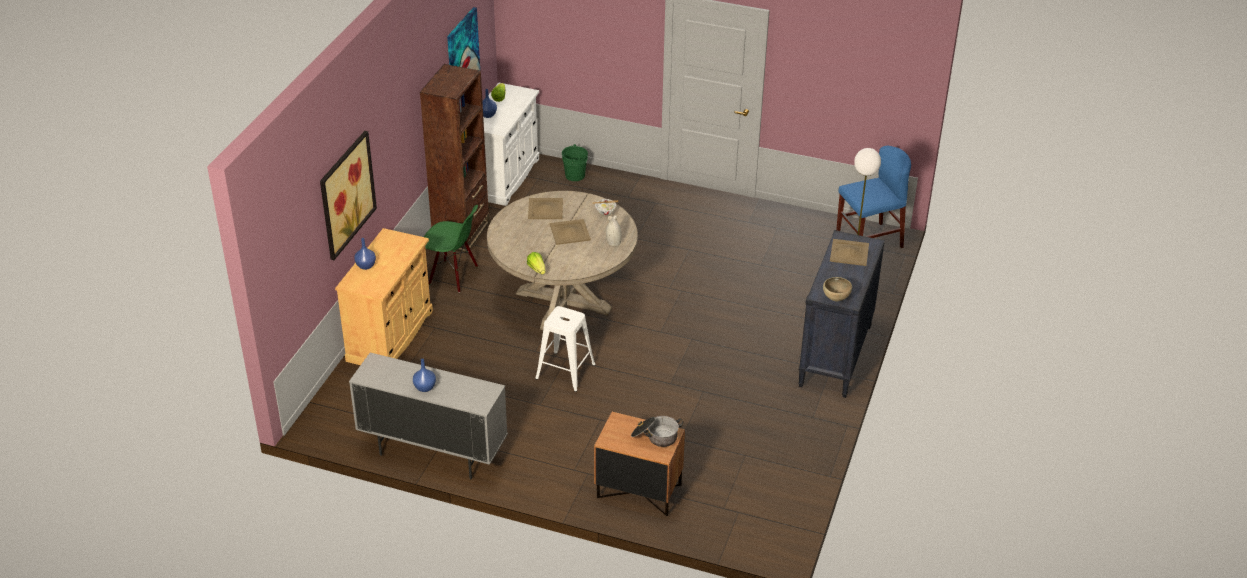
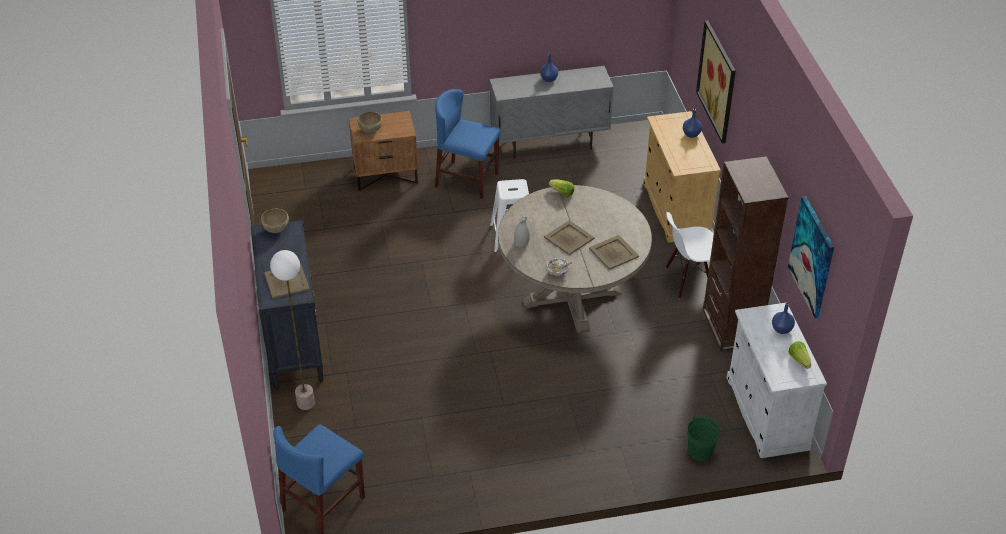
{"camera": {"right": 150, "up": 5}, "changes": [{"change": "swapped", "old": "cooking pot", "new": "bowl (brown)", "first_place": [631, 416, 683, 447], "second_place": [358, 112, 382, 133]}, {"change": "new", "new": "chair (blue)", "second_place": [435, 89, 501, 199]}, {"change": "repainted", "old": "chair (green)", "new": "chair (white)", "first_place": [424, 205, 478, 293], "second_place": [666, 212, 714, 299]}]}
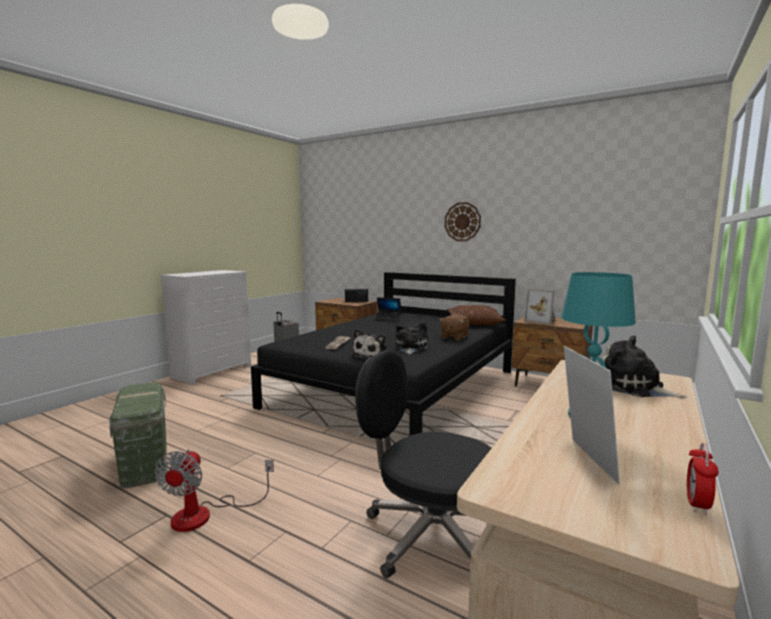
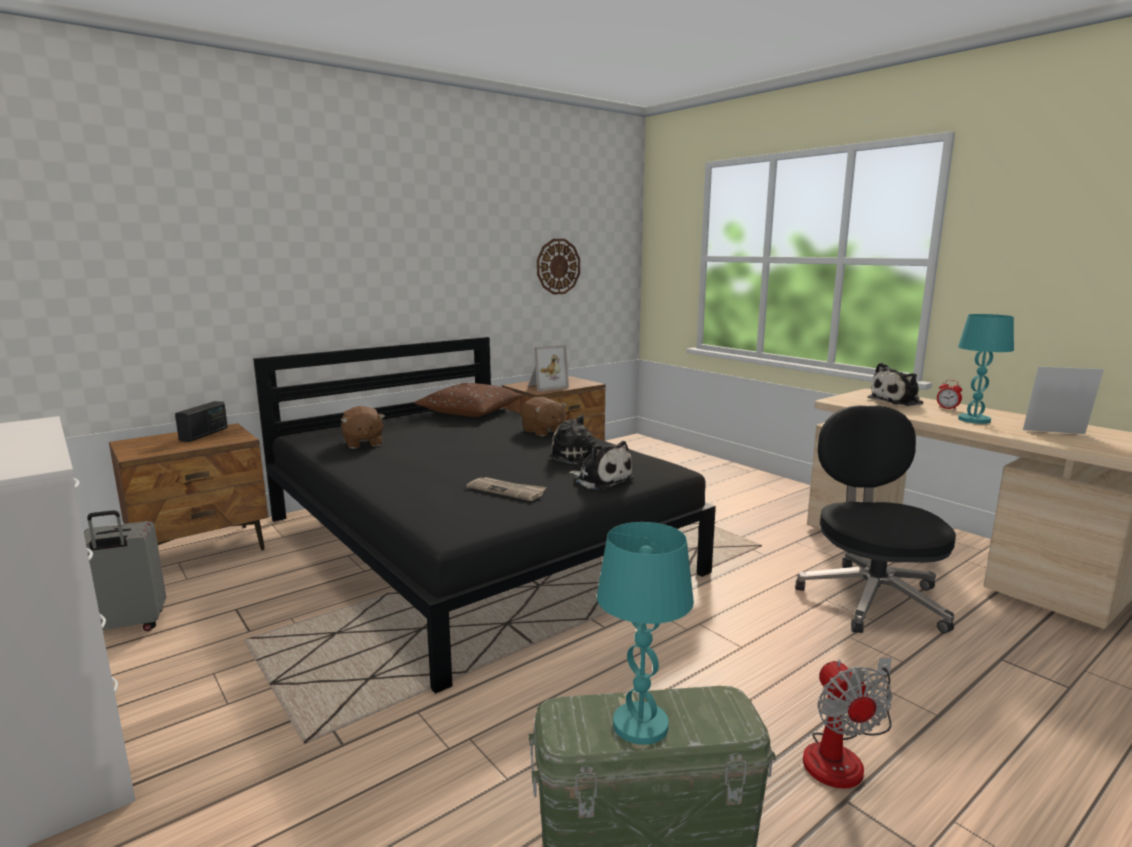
{"camera": {"right": -70, "up": 5}, "changes": [{"change": "swapped", "old": "laptop", "new": "plush toy (brown)", "first_place": [373, 297, 402, 321], "second_place": [341, 406, 385, 449]}, {"change": "shifted", "old": "wall clock", "first_place": [445, 202, 481, 241], "second_place": [537, 239, 580, 295]}, {"change": "new", "new": "table lamp (turquoise)", "second_place": [597, 522, 694, 745]}, {"change": "rotated", "old": "office chair (black)", "first_place": [355, 350, 491, 579], "second_place": [795, 405, 956, 633], "degrees": 135}, {"change": "rotated", "old": "fan", "first_place": [155, 449, 274, 532], "second_place": [803, 657, 892, 789], "degrees": 60}, {"change": "shifted", "old": "alarm clock", "first_place": [687, 443, 719, 515], "second_place": [937, 380, 962, 410]}]}
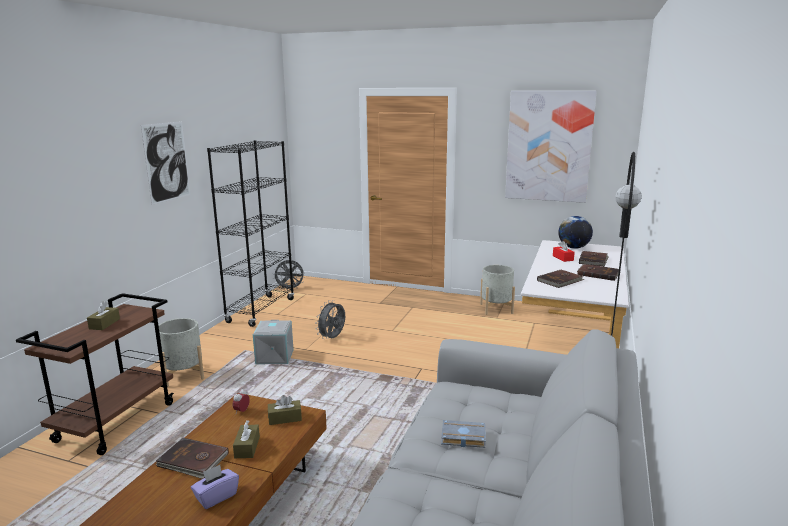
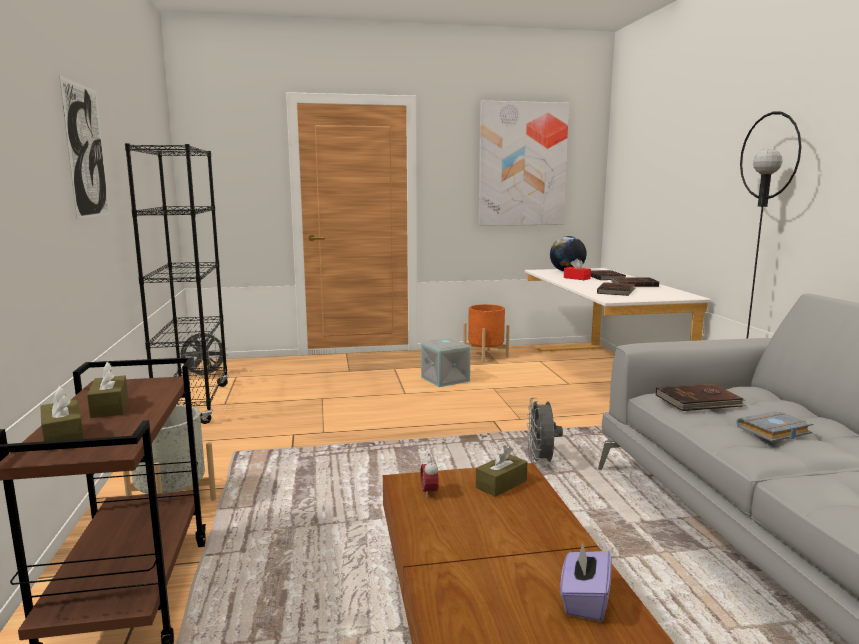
{"camera": {"right": -30, "up": -5}, "changes": [{"change": "shifted", "old": "tissue box (brown)", "first_place": [233, 420, 260, 458], "second_place": [40, 386, 84, 451]}, {"change": "shifted", "old": "storage box (grey)", "first_place": [253, 320, 294, 364], "second_place": [421, 338, 471, 387]}, {"change": "repainted", "old": "planter (grey)", "new": "planter (orange)", "first_place": [480, 265, 515, 315], "second_place": [463, 304, 510, 362]}, {"change": "shifted", "old": "fan (grey)", "first_place": [315, 300, 345, 339], "second_place": [527, 397, 563, 466]}, {"change": "shifted", "old": "book (brown)", "first_place": [156, 438, 229, 479], "second_place": [656, 383, 747, 411]}]}
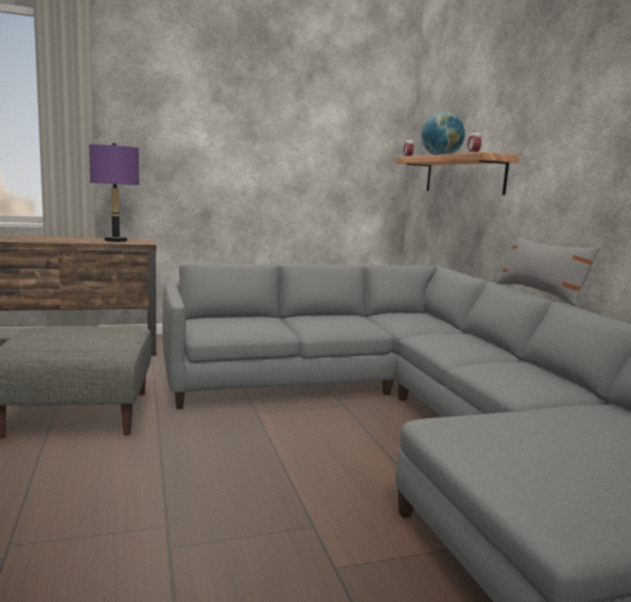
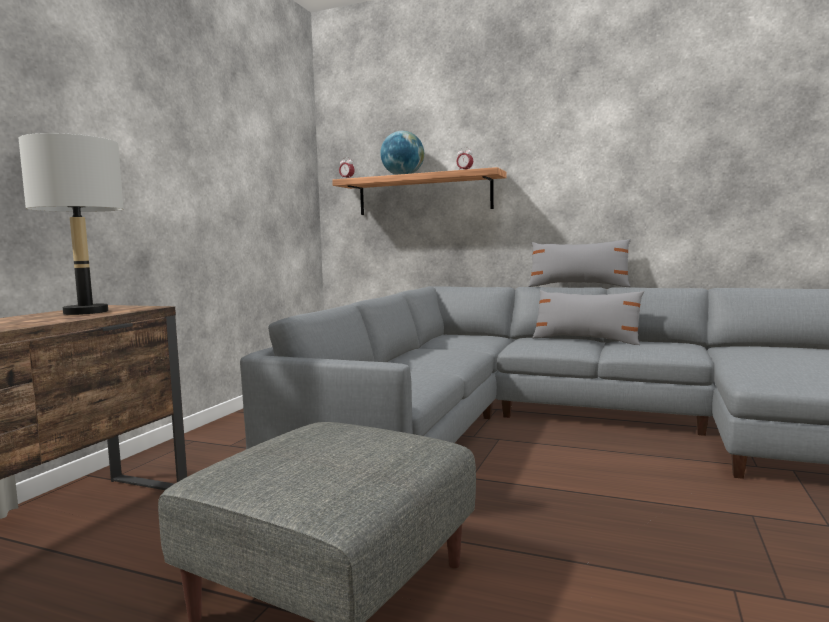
{"camera": {"right": -50, "up": -5}, "changes": [{"change": "repainted", "old": "table lamp (purple)", "new": "table lamp (grey)", "first_place": [89, 143, 139, 242], "second_place": [19, 133, 124, 315]}, {"change": "new", "new": "pillow (grey)", "second_place": [532, 290, 644, 345]}]}
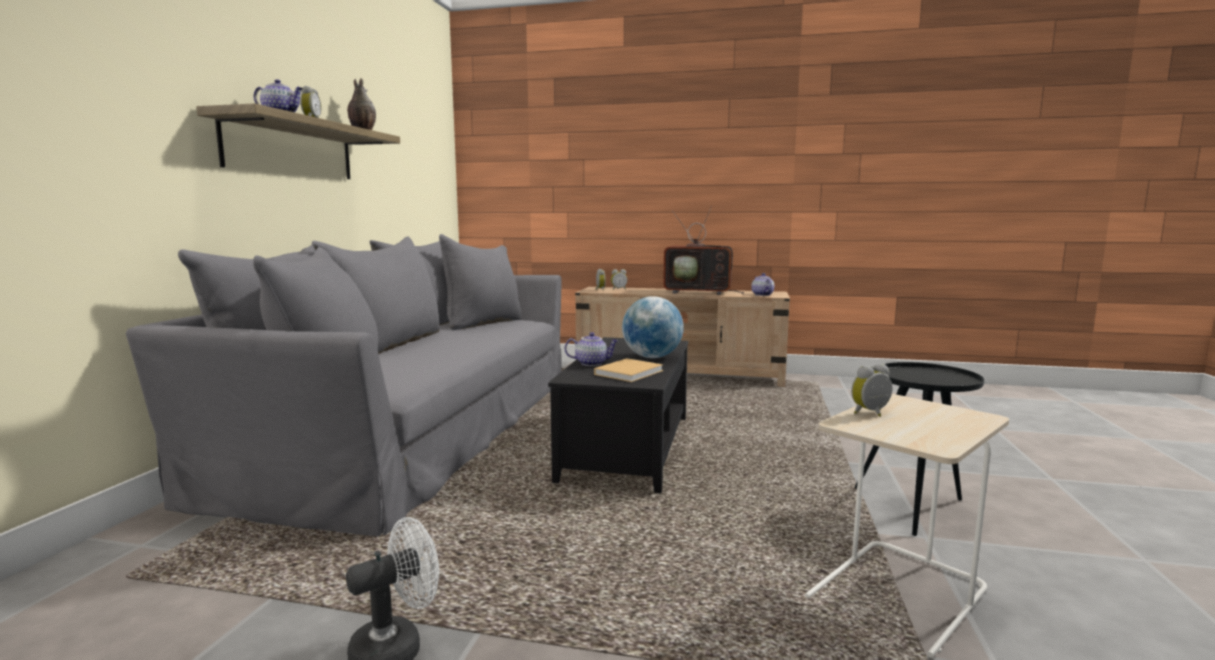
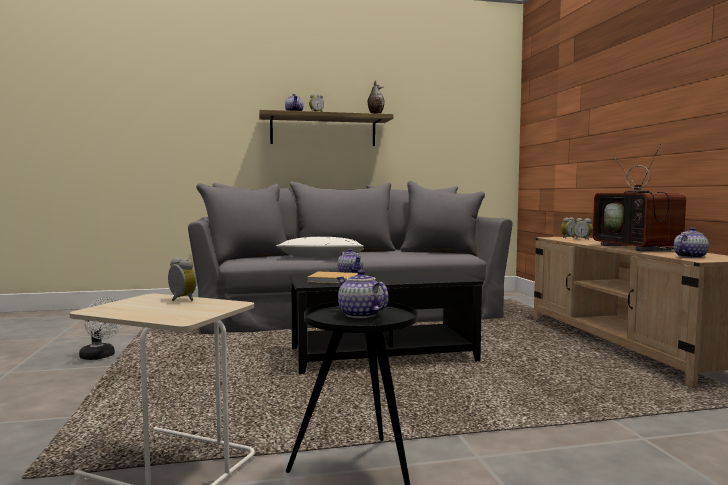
{"camera": {"right": 65, "up": -5}, "changes": [{"change": "new", "new": "pillow (white)", "second_place": [276, 237, 364, 258]}, {"change": "new", "new": "teapot", "second_place": [336, 270, 389, 318]}, {"change": "gone", "old": "globe", "first_place": [622, 296, 684, 358]}]}
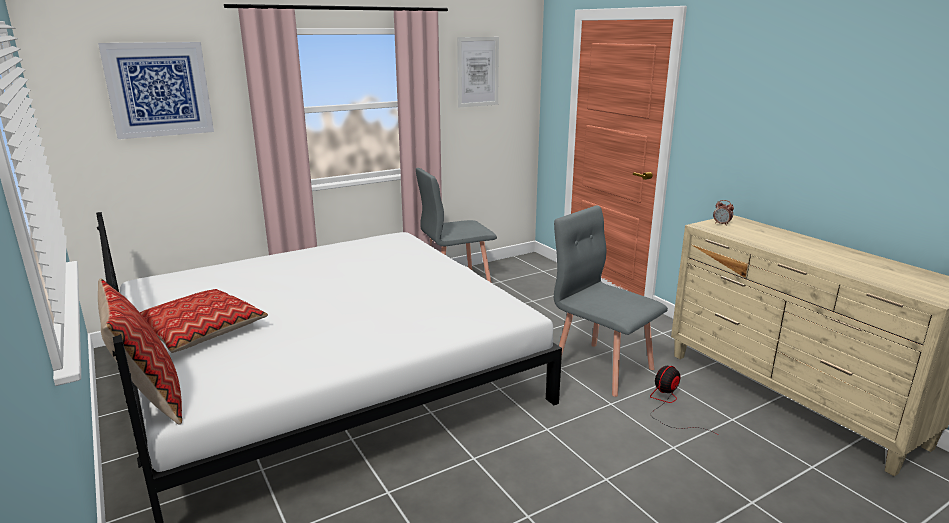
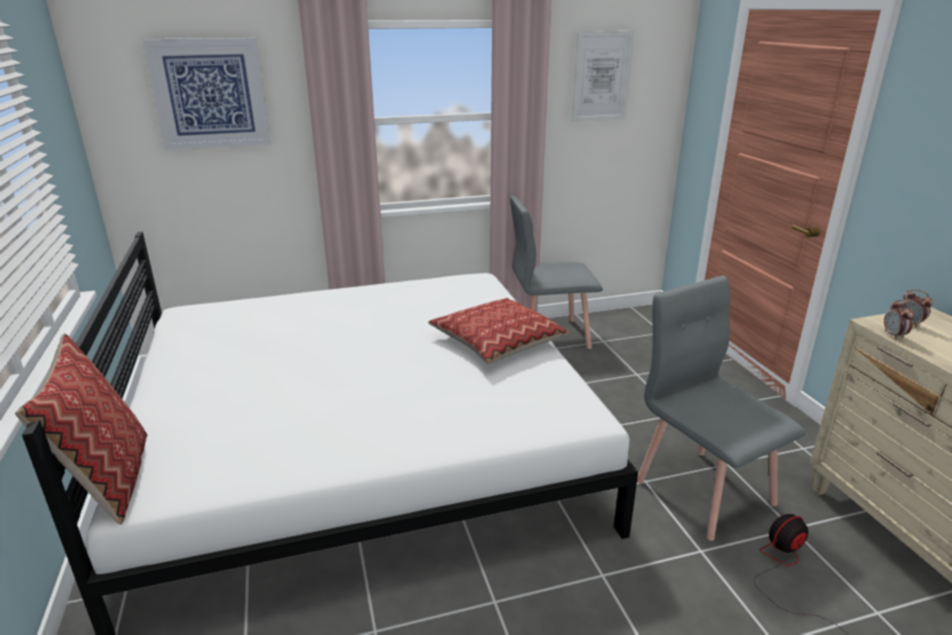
{"camera": {"right": 15, "up": 5}, "changes": [{"change": "shifted", "old": "pillow", "first_place": [140, 289, 268, 353], "second_place": [428, 298, 570, 364]}, {"change": "new", "new": "alarm clock", "second_place": [884, 299, 914, 339]}]}
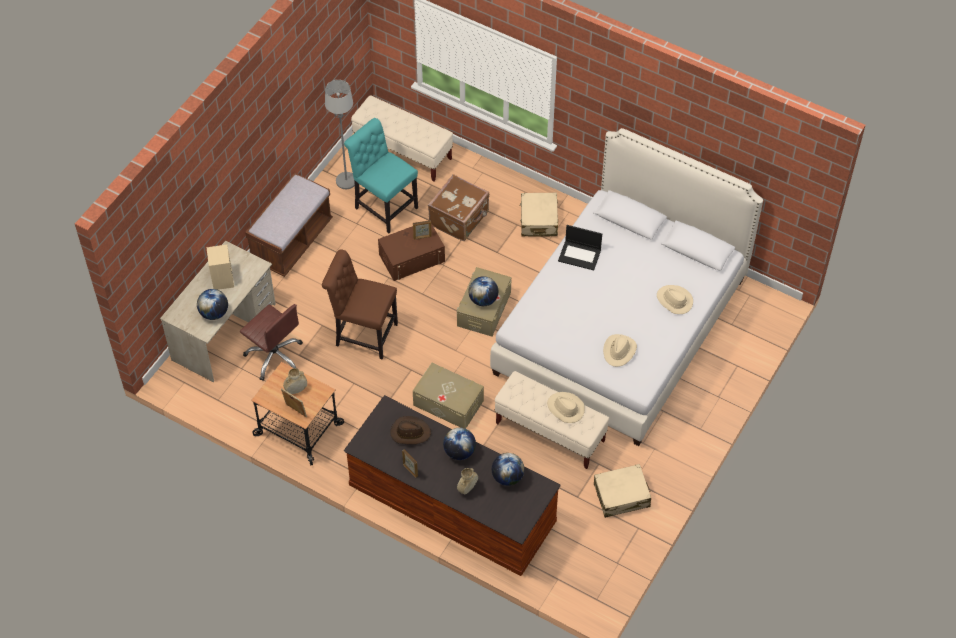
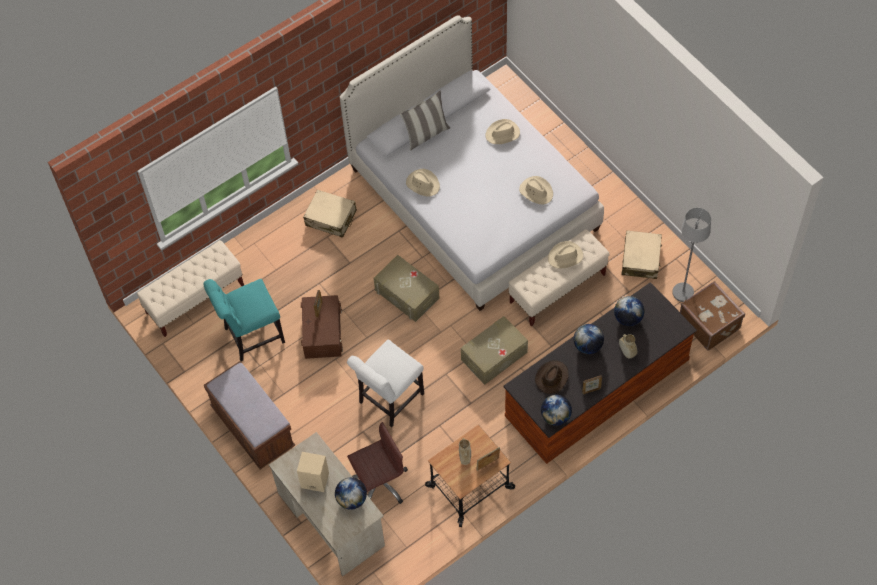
{"camera": {"right": -65, "up": 5}, "changes": [{"change": "repainted", "old": "chair (brown)", "new": "chair (white)", "first_place": [322, 249, 398, 359], "second_place": [347, 340, 424, 427]}, {"change": "new", "new": "pillow", "second_place": [400, 91, 450, 151]}, {"change": "swapped", "old": "laptop", "new": "hat (beige)", "first_place": [558, 225, 602, 270], "second_place": [406, 169, 440, 196]}, {"change": "shifted", "old": "globe", "first_place": [469, 276, 498, 306], "second_place": [541, 395, 572, 426]}, {"change": "shifted", "old": "floor lamp (grey)", "first_place": [325, 80, 355, 189], "second_place": [672, 208, 711, 302]}, {"change": "shifted", "old": "suitcase (brown)", "first_place": [428, 174, 489, 241], "second_place": [680, 281, 745, 351]}]}
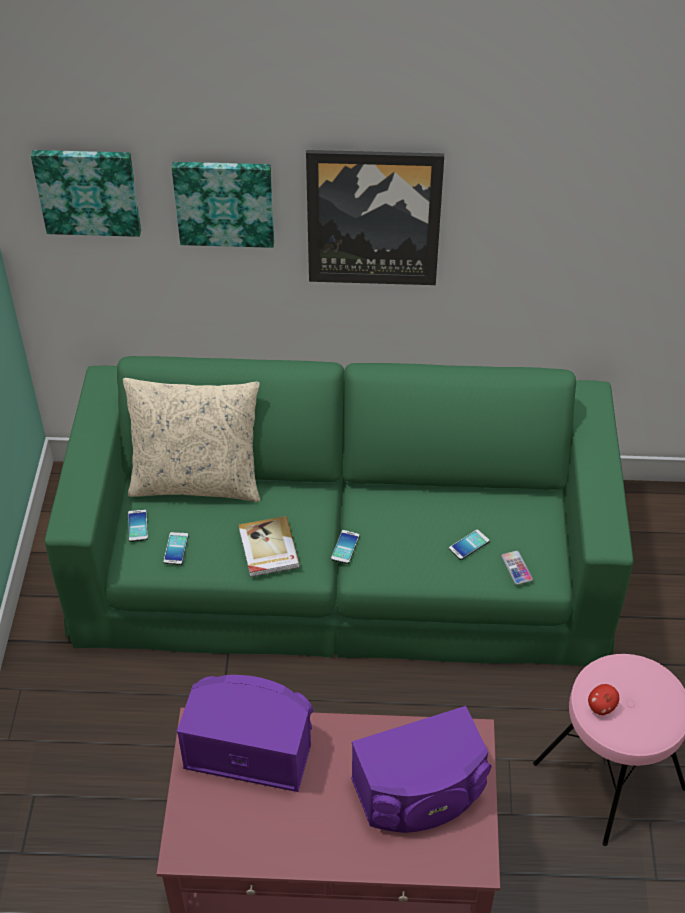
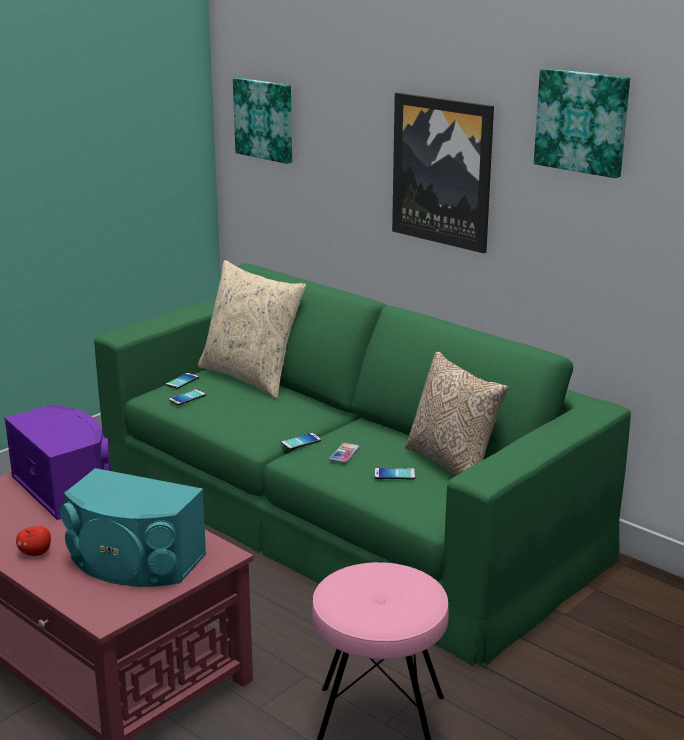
{"camera": {"right": 40, "up": -25}, "changes": [{"change": "shifted", "old": "apple", "first_place": [588, 684, 619, 715], "second_place": [16, 526, 51, 556]}, {"change": "repainted", "old": "speaker (purple)", "new": "speaker (turquoise)", "first_place": [351, 706, 491, 833], "second_place": [60, 468, 207, 587]}, {"change": "shifted", "old": "phone", "first_place": [501, 551, 533, 585], "second_place": [329, 443, 360, 463]}, {"change": "new", "new": "pillow", "second_place": [405, 351, 509, 476]}, {"change": "shifted", "old": "picture", "first_place": [172, 162, 274, 248], "second_place": [534, 68, 630, 178]}, {"change": "gone", "old": "book", "first_place": [239, 516, 300, 577]}]}
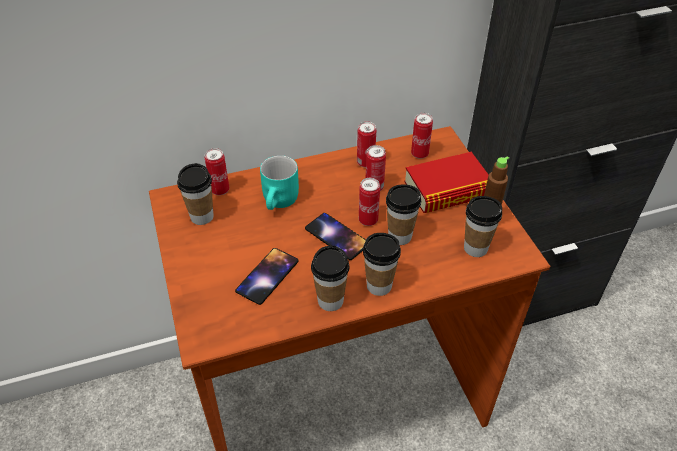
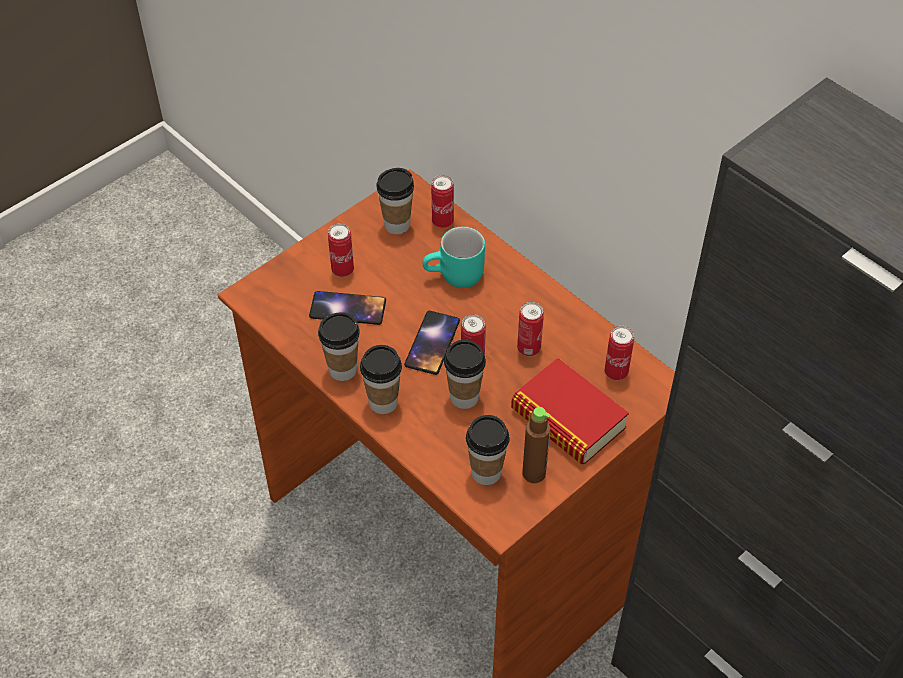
{"camera": {"right": 65, "up": 5}, "changes": [{"change": "shifted", "old": "can", "first_place": [357, 121, 376, 167], "second_place": [328, 223, 354, 277]}]}
